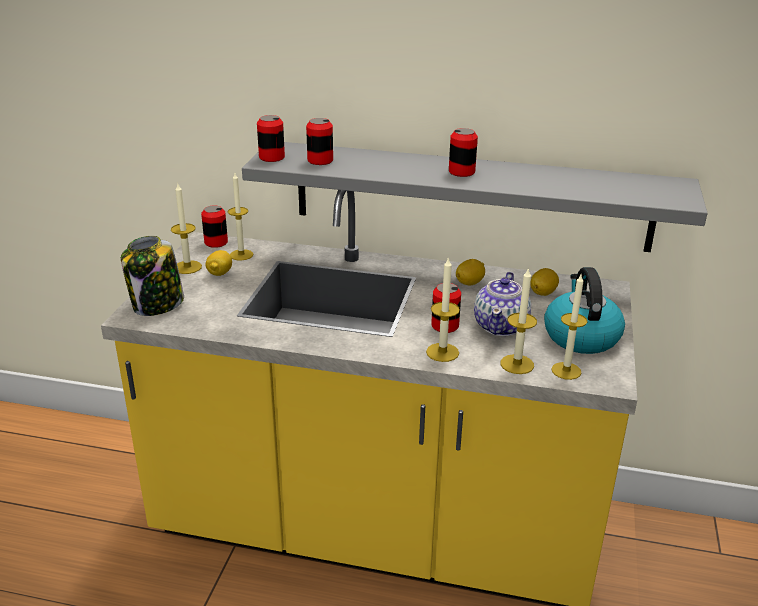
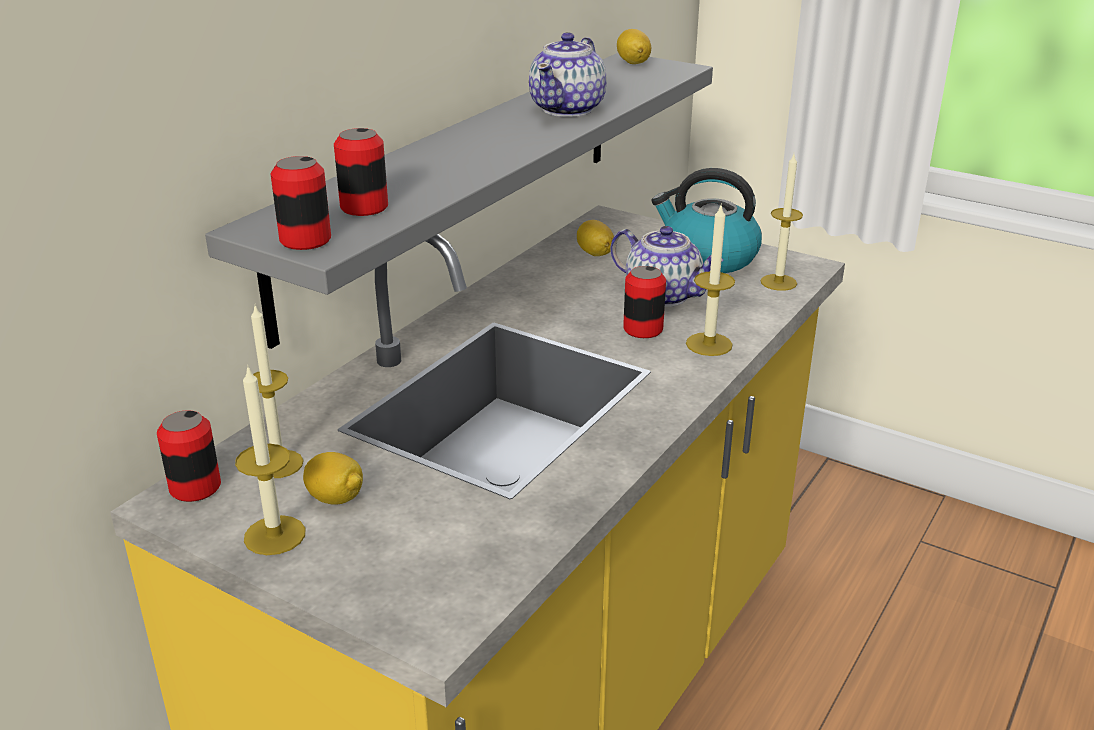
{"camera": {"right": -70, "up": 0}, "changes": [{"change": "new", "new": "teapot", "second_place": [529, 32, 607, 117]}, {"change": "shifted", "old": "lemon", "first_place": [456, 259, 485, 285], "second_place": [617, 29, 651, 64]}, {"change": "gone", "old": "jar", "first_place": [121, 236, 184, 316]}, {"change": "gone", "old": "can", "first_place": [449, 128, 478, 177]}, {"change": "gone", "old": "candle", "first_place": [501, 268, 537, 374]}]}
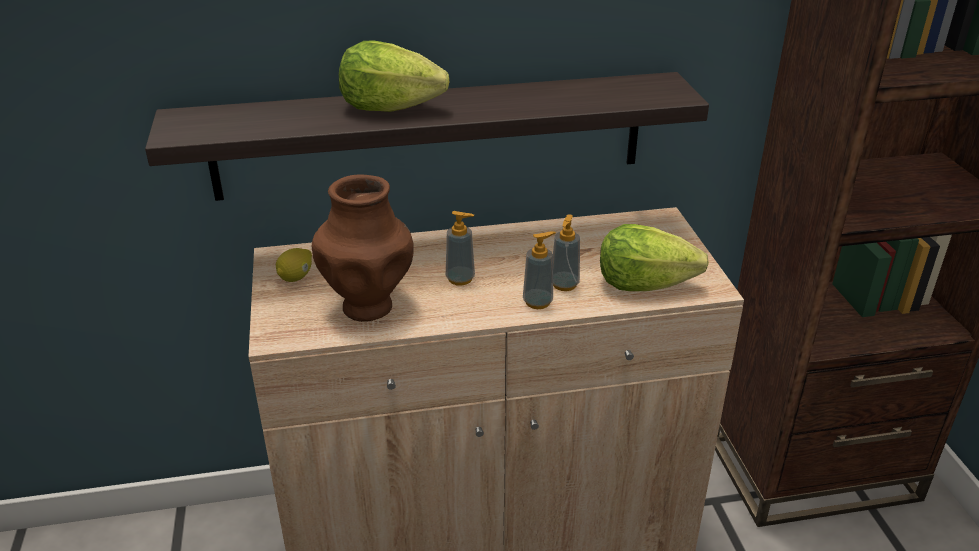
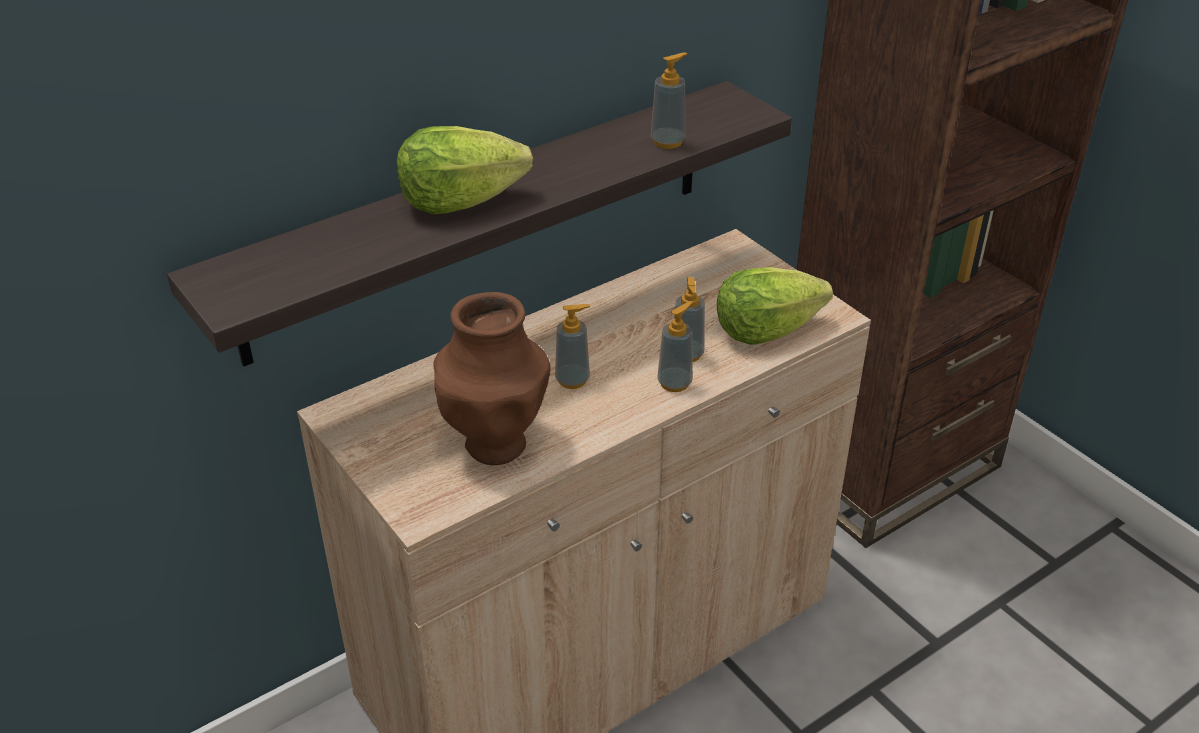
{"camera": {"right": -25, "up": 5}, "changes": [{"change": "new", "new": "soap dispenser", "second_place": [651, 53, 687, 149]}, {"change": "gone", "old": "lemon", "first_place": [276, 248, 312, 282]}]}
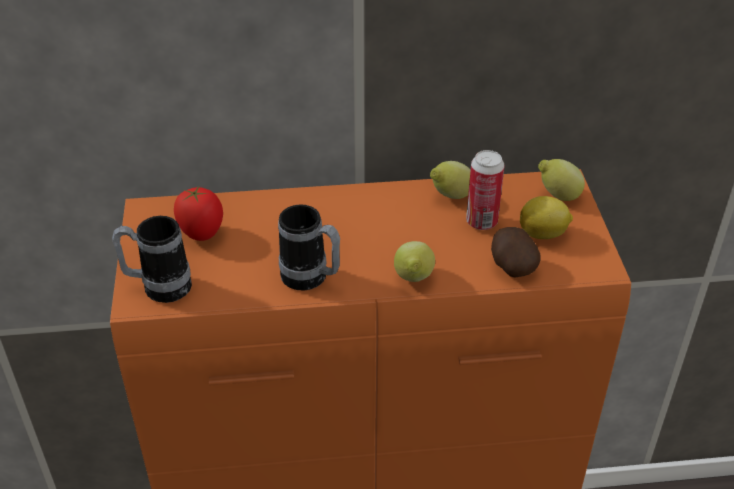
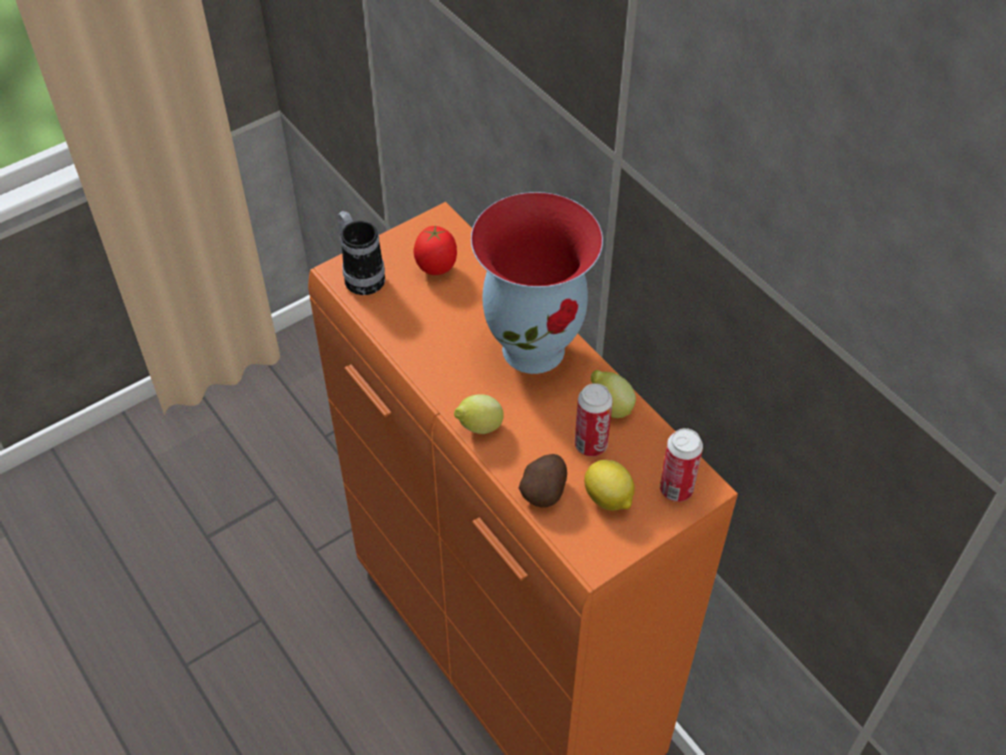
{"camera": {"right": 60, "up": 10}, "changes": [{"change": "new", "new": "vase", "second_place": [471, 192, 603, 374]}, {"change": "swapped", "old": "lemon", "new": "can", "first_place": [538, 159, 585, 201], "second_place": [660, 428, 703, 502]}, {"change": "gone", "old": "mug", "first_place": [278, 204, 340, 291]}]}
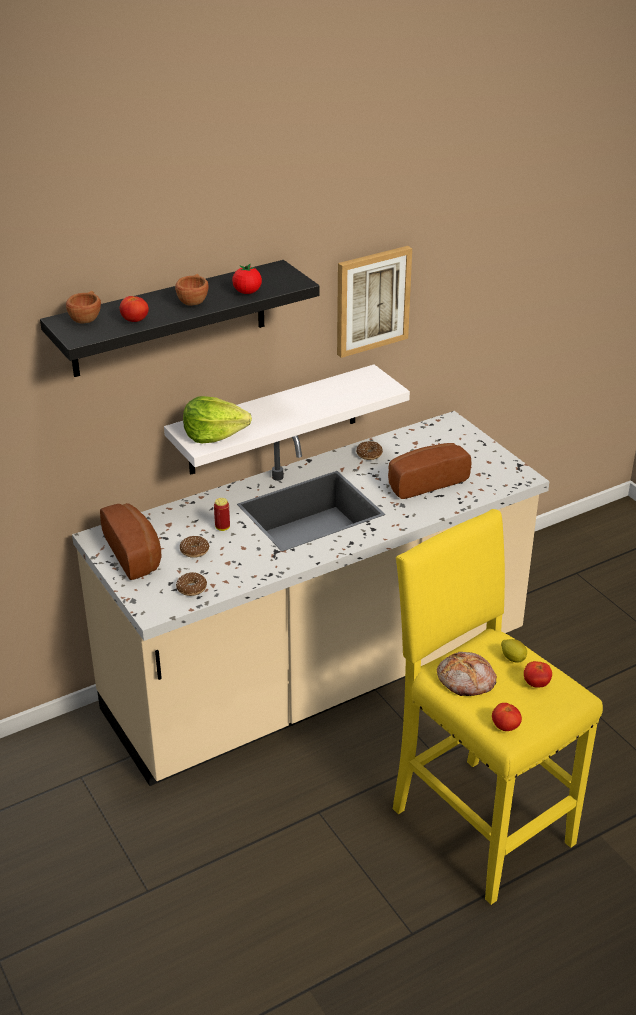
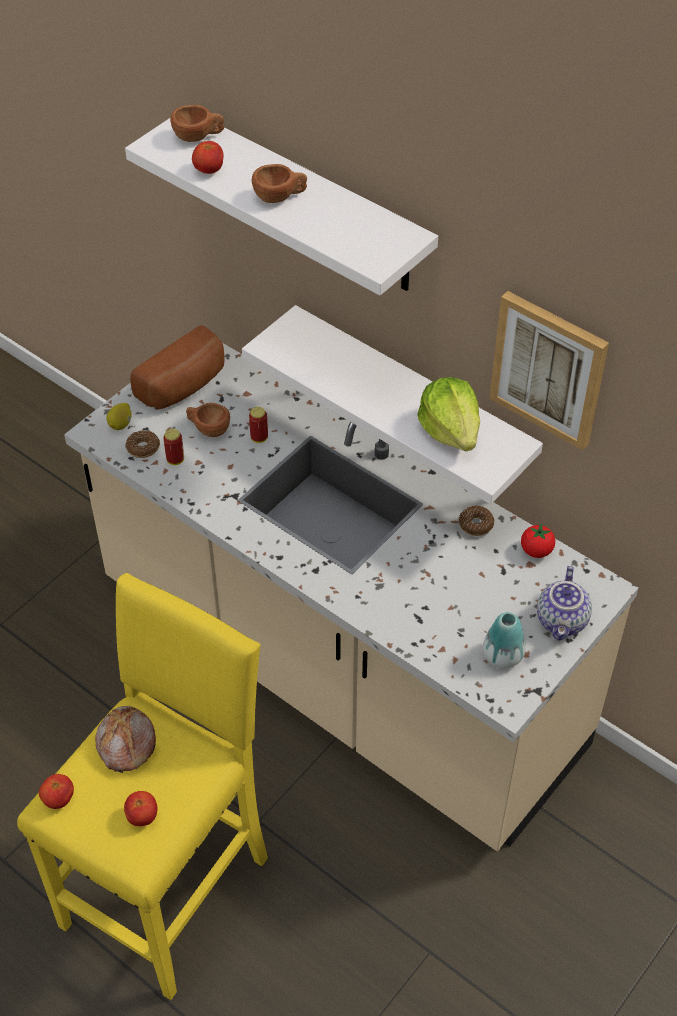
{"camera": {"right": 70, "up": 15}, "changes": [{"change": "shifted", "old": "lemon", "first_place": [501, 639, 527, 663], "second_place": [106, 403, 131, 430]}, {"change": "repainted", "old": "shelf (black)", "new": "shelf (white)", "first_place": [40, 260, 320, 377], "second_place": [125, 118, 438, 295]}, {"change": "new", "new": "can", "second_place": [163, 429, 184, 465]}, {"change": "swapped", "old": "donut", "new": "cup (brown)", "first_place": [180, 536, 209, 558], "second_place": [186, 403, 230, 437]}, {"change": "shifted", "old": "lettuce", "first_place": [183, 396, 252, 443], "second_place": [417, 377, 480, 451]}, {"change": "new", "new": "vase", "second_place": [483, 612, 526, 668]}, {"change": "shifted", "old": "tomato", "first_place": [232, 263, 262, 294], "second_place": [521, 523, 555, 558]}, {"change": "new", "new": "teapot", "second_place": [537, 566, 592, 641]}, {"change": "gone", "old": "bread", "first_place": [388, 443, 471, 499]}]}
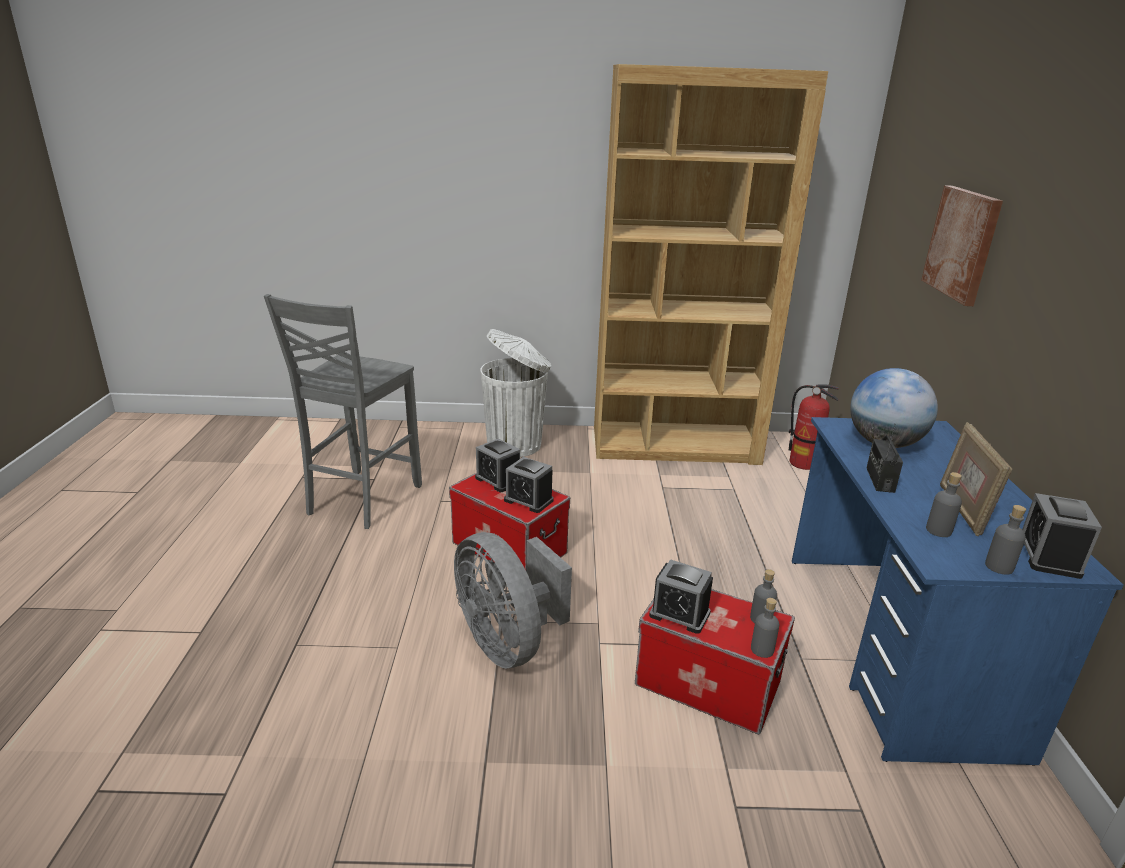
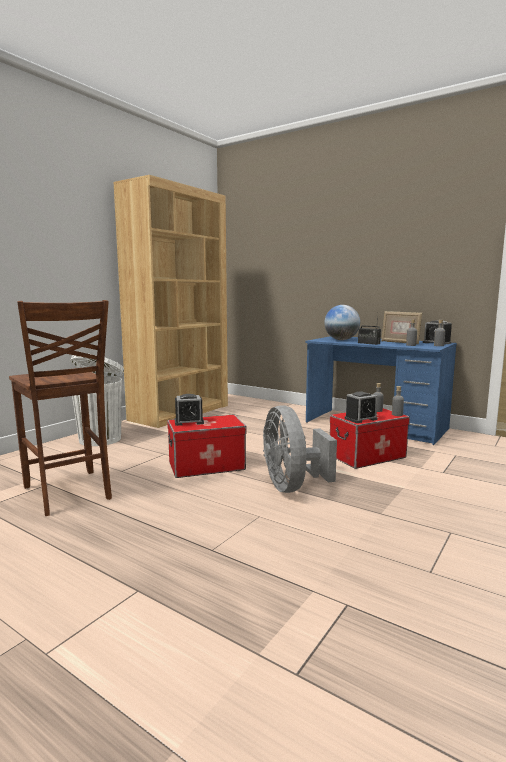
{"camera": {"right": -55, "up": -15}, "changes": [{"change": "repainted", "old": "chair (grey)", "new": "chair (brown)", "first_place": [264, 294, 422, 529], "second_place": [9, 300, 112, 516]}, {"change": "rotated", "old": "fan (grey)", "first_place": [454, 532, 572, 669], "second_place": [263, 405, 337, 493], "degrees": 75}, {"change": "gone", "old": "alarm clock", "first_place": [504, 457, 554, 513]}, {"change": "gone", "old": "fire extinguisher", "first_place": [789, 385, 839, 470]}, {"change": "gone", "old": "picture", "first_place": [921, 186, 1003, 306]}]}
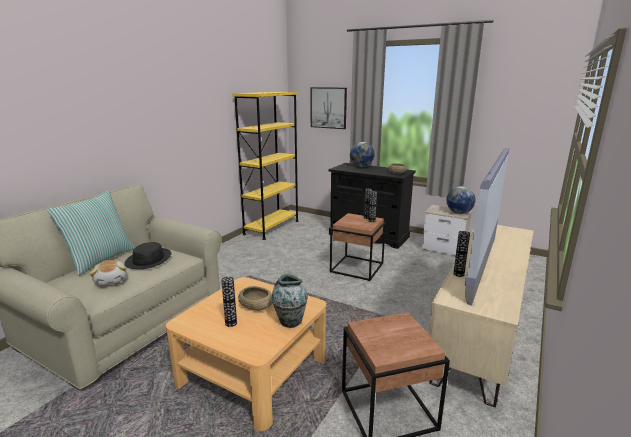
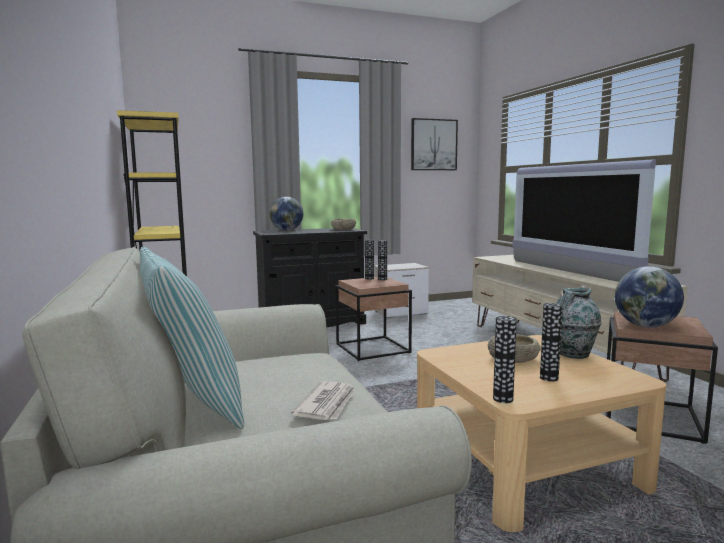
{"camera": {"right": -50, "up": -10}, "changes": [{"change": "swapped", "old": "plush toy", "new": "newspaper", "first_place": [90, 260, 127, 286], "second_place": [291, 381, 355, 420]}, {"change": "shifted", "old": "picture", "first_place": [310, 87, 347, 129], "second_place": [411, 118, 458, 170]}, {"change": "shifted", "old": "vase", "first_place": [453, 231, 470, 277], "second_place": [493, 316, 517, 403]}, {"change": "shifted", "old": "globe", "first_place": [447, 186, 476, 214], "second_place": [615, 266, 684, 328]}, {"change": "gone", "old": "hat (black)", "first_place": [124, 242, 171, 269]}]}
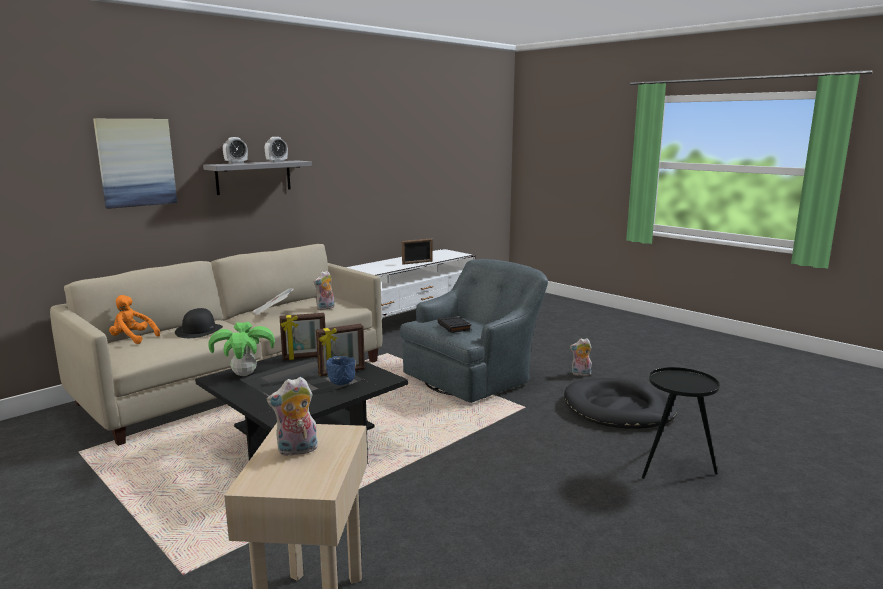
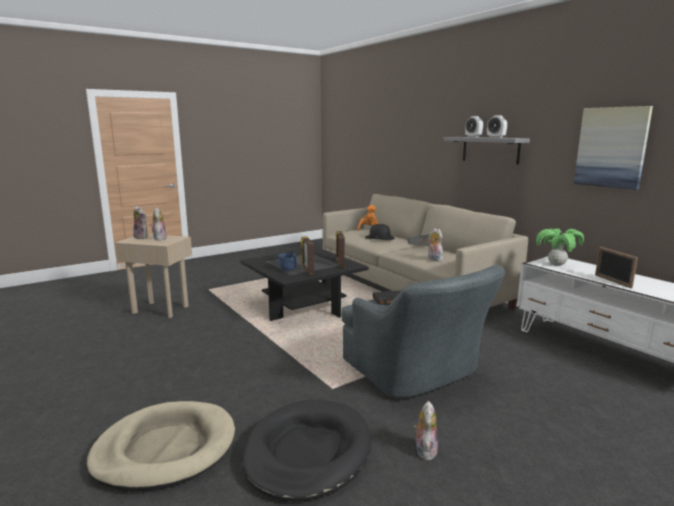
{"camera": {"right": 100, "up": 0}, "changes": [{"change": "swapped", "old": "side table (black)", "new": "dog bed (beige)", "first_place": [642, 367, 720, 479], "second_place": [86, 401, 235, 492]}, {"change": "new", "new": "plush toy", "second_place": [133, 206, 147, 239]}, {"change": "shifted", "old": "potted plant", "first_place": [208, 322, 275, 376], "second_place": [536, 228, 584, 266]}, {"change": "shifted", "old": "picture", "first_place": [93, 119, 177, 209], "second_place": [574, 106, 653, 190]}]}
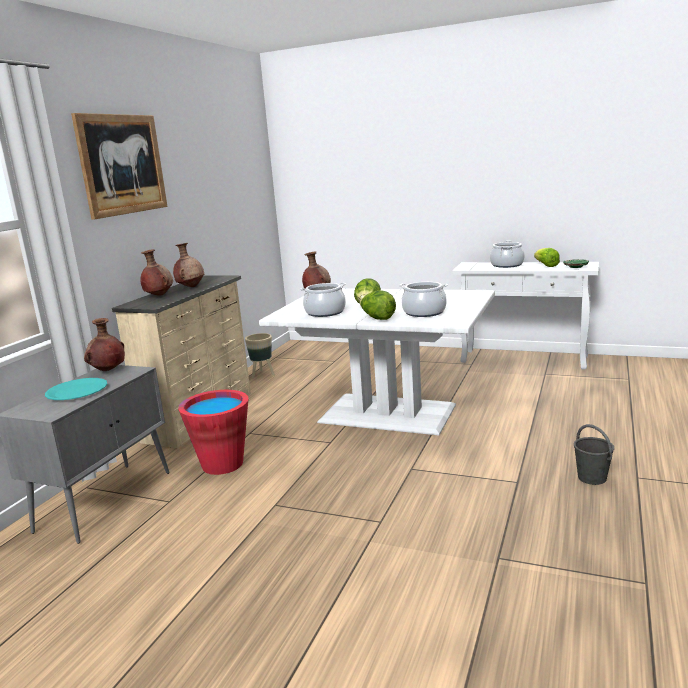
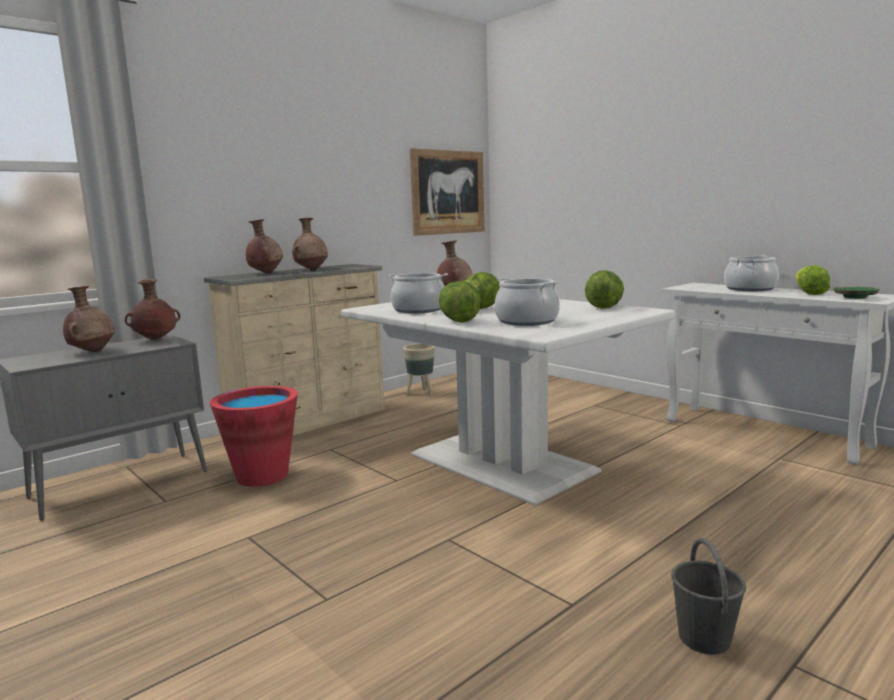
{"camera": {"right": 25, "up": -5}, "changes": [{"change": "swapped", "old": "plate (turquoise)", "new": "vase (brown)", "first_place": [45, 378, 107, 400], "second_place": [63, 286, 115, 352]}, {"change": "shifted", "old": "picture", "first_place": [71, 113, 168, 220], "second_place": [410, 148, 484, 236]}, {"change": "new", "new": "lettuce", "second_place": [585, 270, 624, 309]}]}
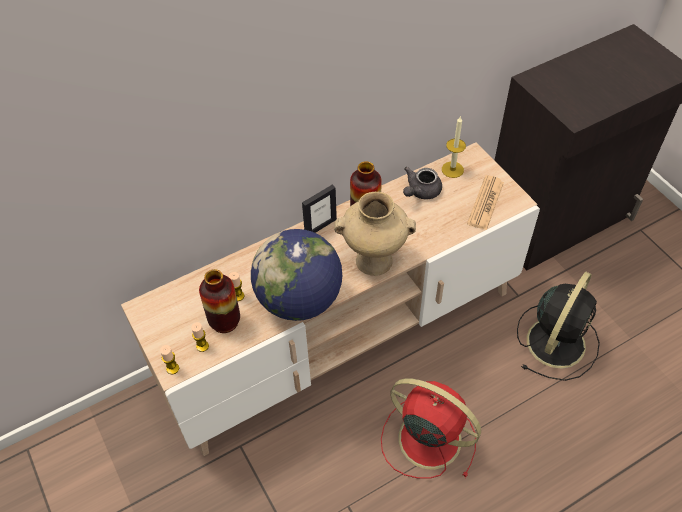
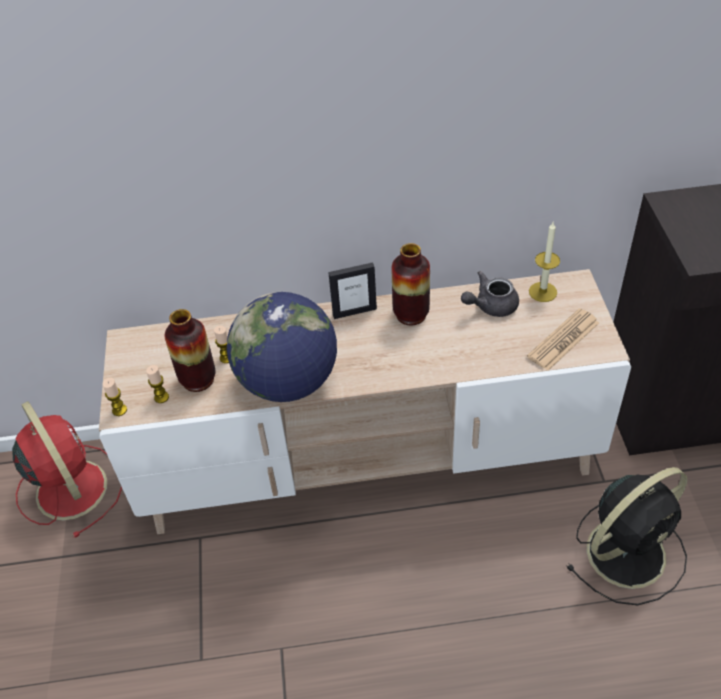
{"camera": {"right": 25, "up": -5}, "changes": [{"change": "shifted", "old": "fan (red)", "first_place": [381, 378, 481, 479], "second_place": [12, 401, 122, 538]}, {"change": "gone", "old": "vase (beige)", "first_place": [334, 192, 416, 276]}]}
